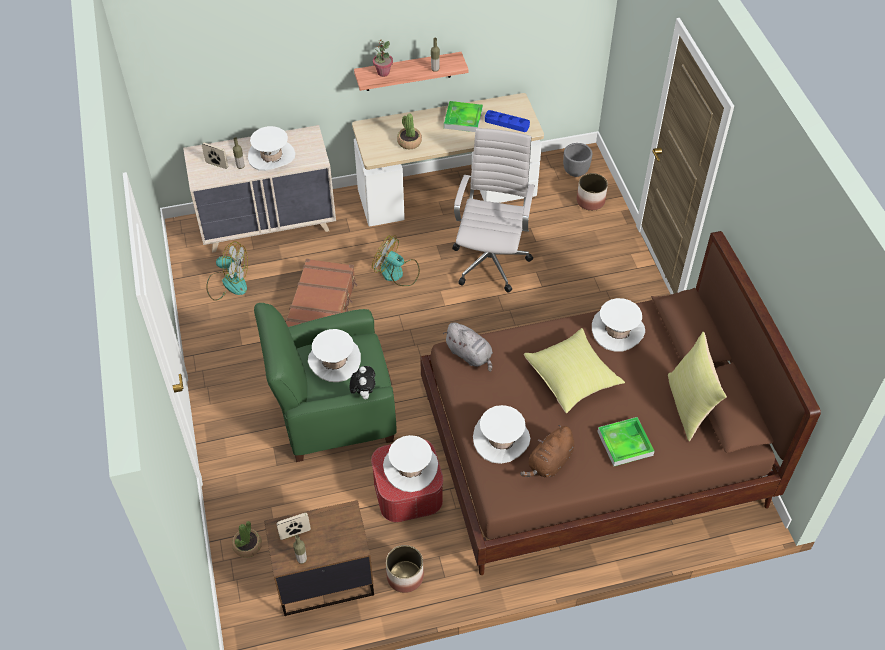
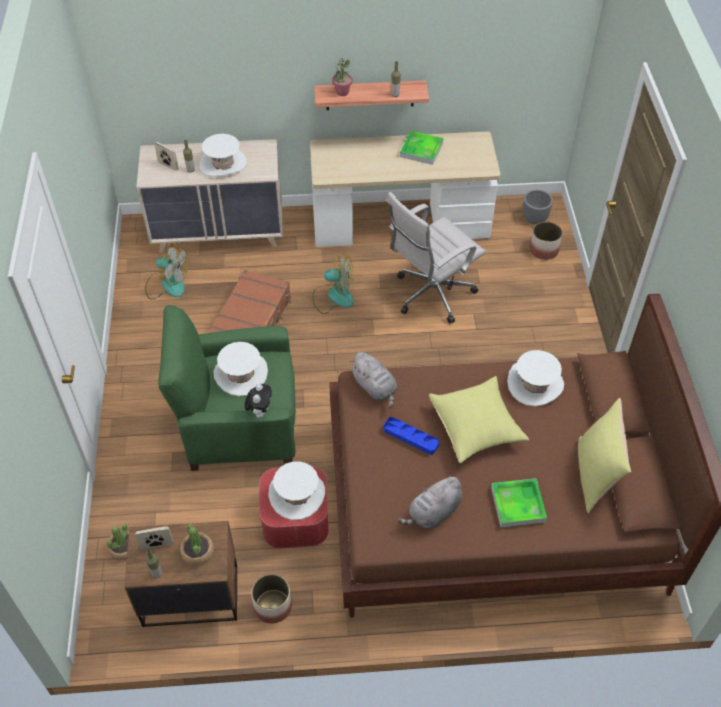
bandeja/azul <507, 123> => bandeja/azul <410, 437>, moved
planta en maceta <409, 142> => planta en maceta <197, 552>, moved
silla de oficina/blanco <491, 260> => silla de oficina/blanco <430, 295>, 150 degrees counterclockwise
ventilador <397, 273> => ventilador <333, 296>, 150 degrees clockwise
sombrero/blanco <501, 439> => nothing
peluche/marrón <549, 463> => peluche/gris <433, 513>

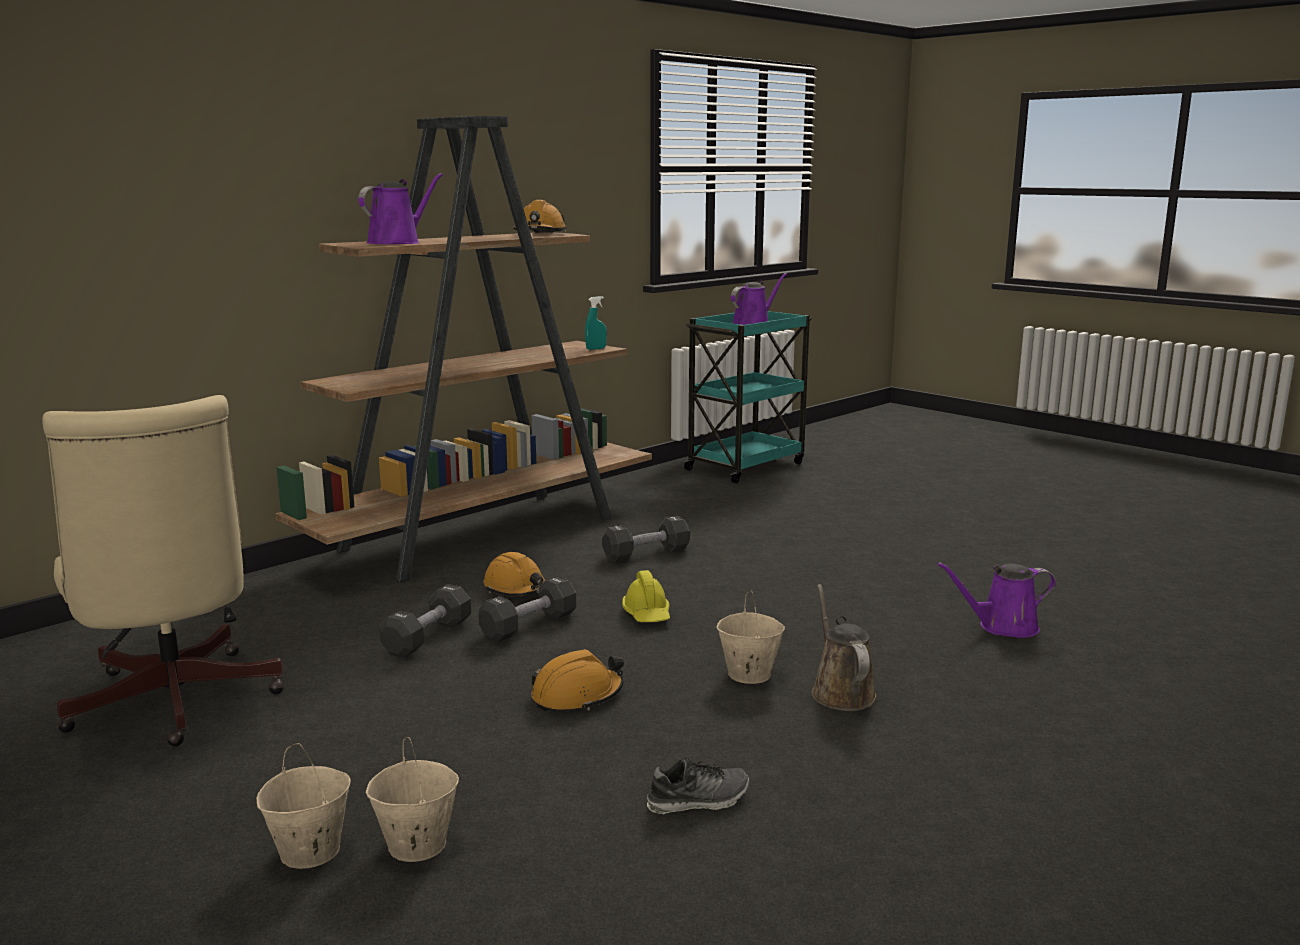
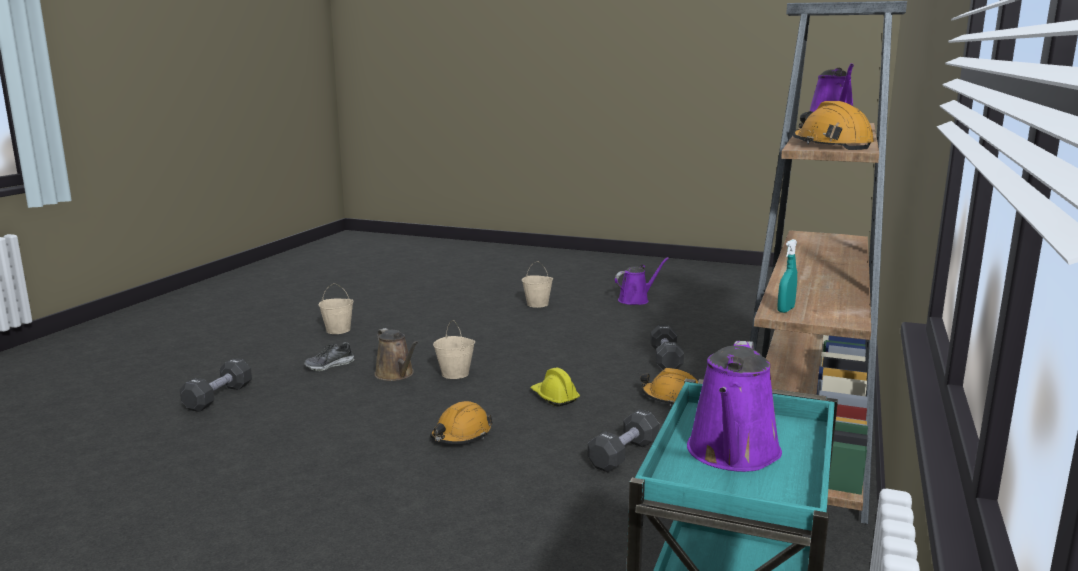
silla de oficina/beis <173, 705> => nothing
regadera/morado <1002, 627> => regadera/morado <636, 300>, moved
mancuerna/negro <529, 625> => mancuerna/negro <218, 397>, moved
casco/naranja <577, 696> => casco/naranja <461, 435>, moved
cubo/beis <309, 852> => cubo/beis <338, 330>, moved
zapato <698, 800> => zapato <329, 365>, moved

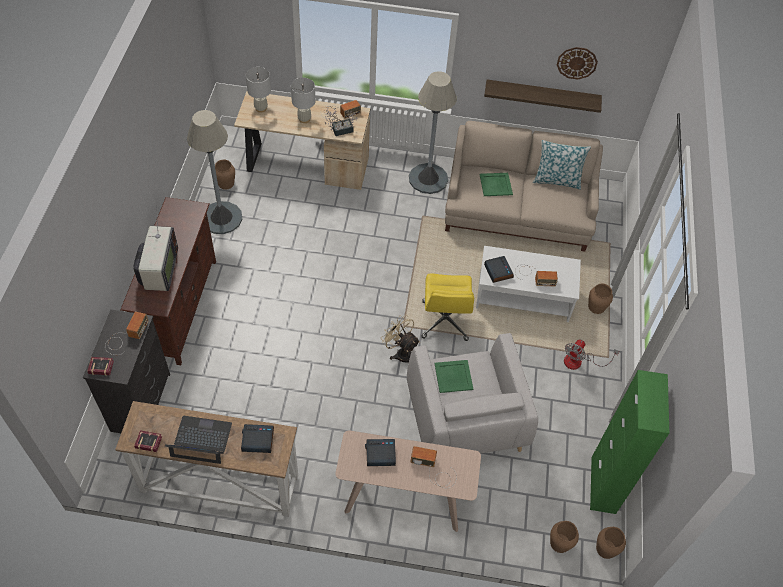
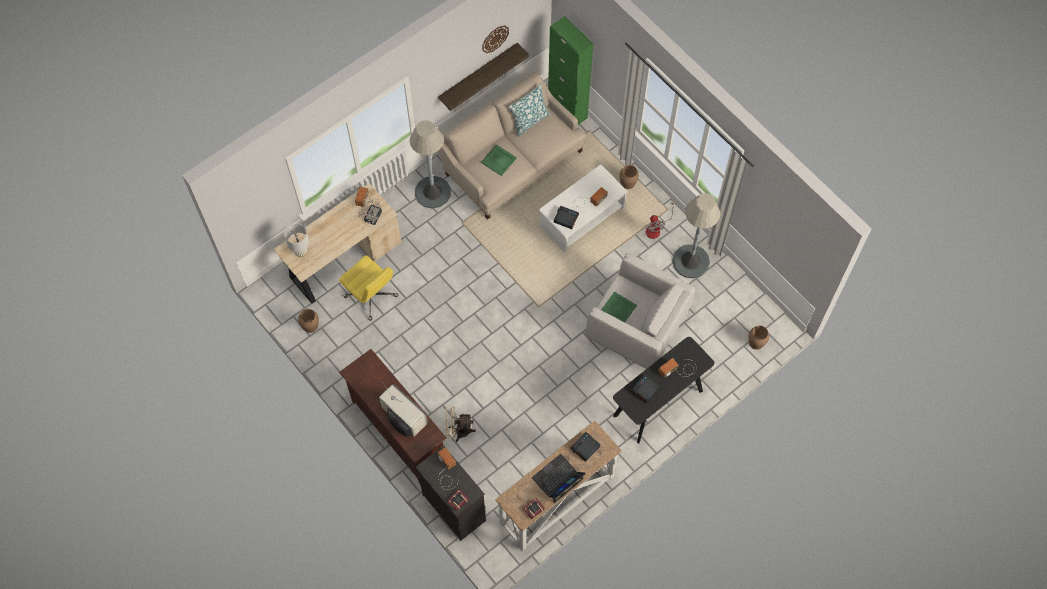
lámpara de mesa/blanco <304, 119> => nothing
lámpara de pie/gris <221, 218> => lámpara de pie/gris <690, 261>, moved
silla de oficina/amarillo <445, 321> => silla de oficina/amarillo <371, 296>, moved
ventilador/beis <401, 353> => ventilador/beis <458, 431>, moved
armario/verde <603, 485> => armario/verde <567, 110>, moved
mesa consola/beis <404, 499> => mesa consola/negro <658, 403>
florero/marrón <606, 549> => nothing

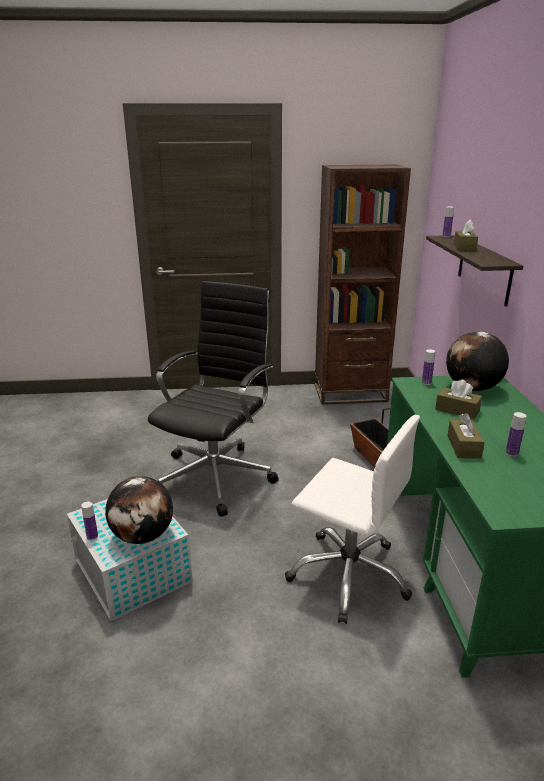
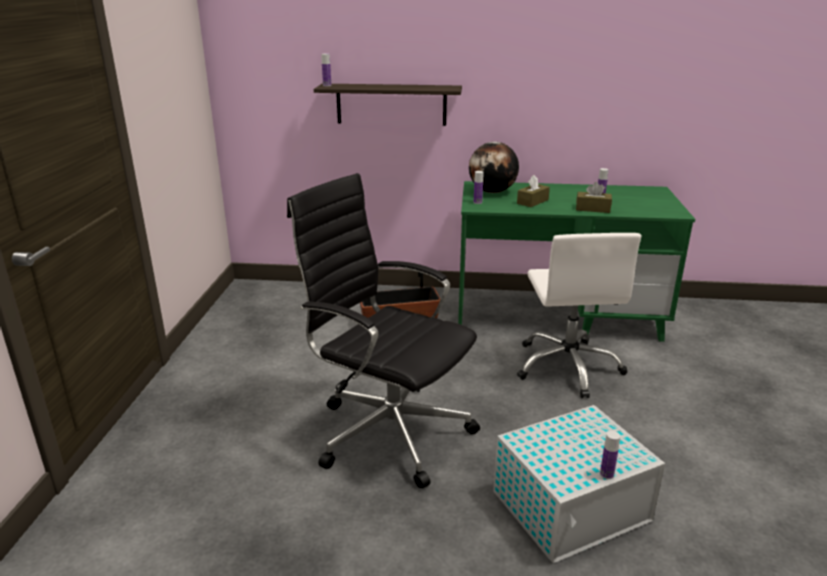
estantería/marrón <350, 393> => nothing
caja de pañuelos/marrón <464, 247> => nothing
silla de oficina/blanco <349, 574> => silla de oficina/blanco <568, 366>, 135 degrees clockwise
globo terráqueo <143, 536> => nothing

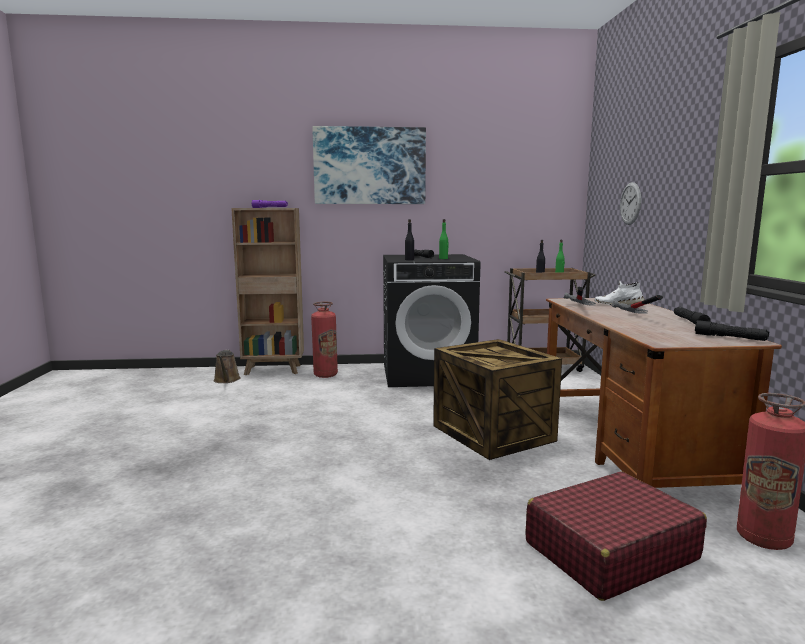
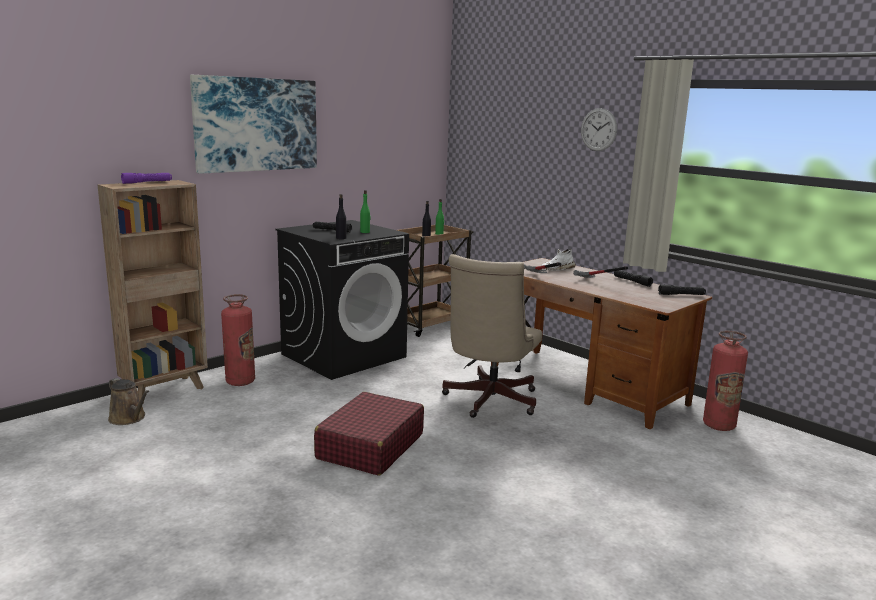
reloj de pared <630, 203> => reloj de pared <598, 129>, moved
caja de embalaje <491, 433> => silla de oficina/beis <488, 401>
maleta/rojo <610, 551> => maleta/rojo <370, 446>, moved

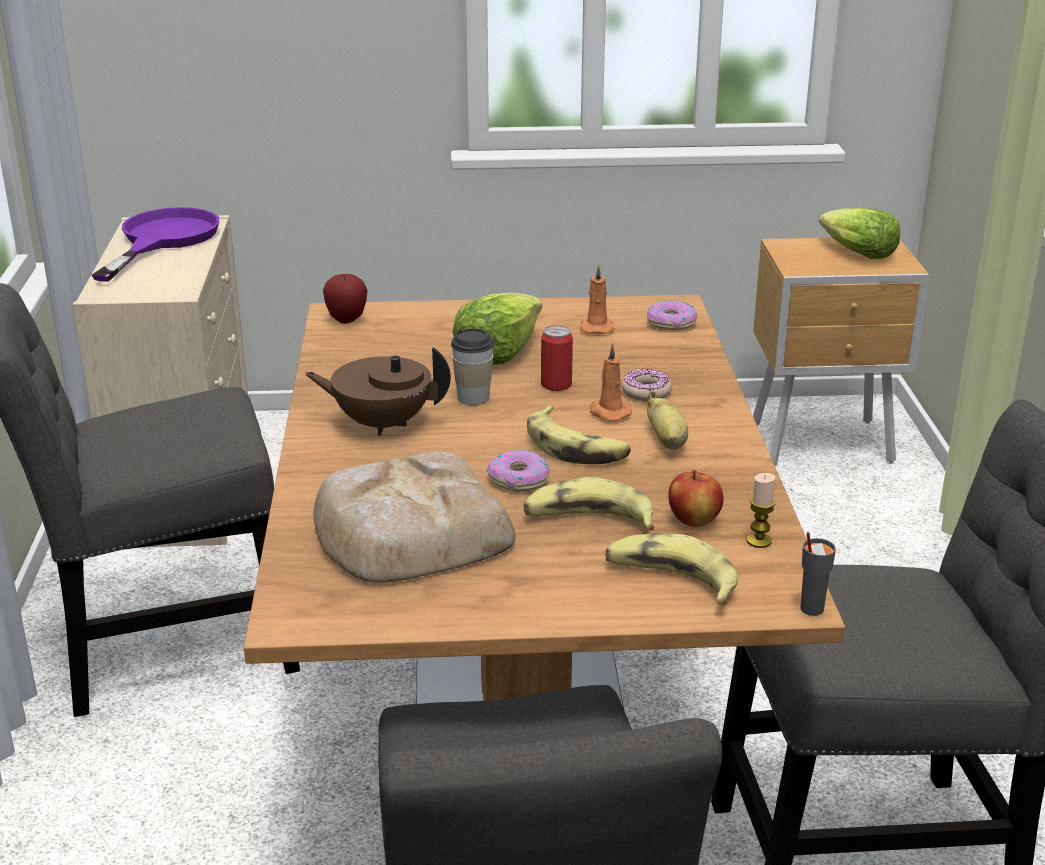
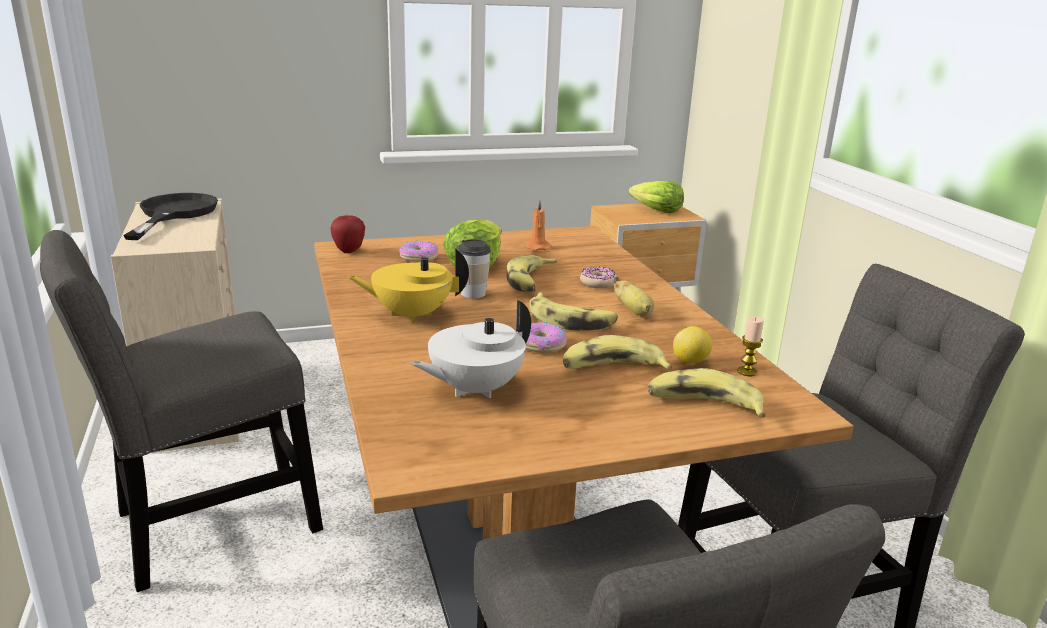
sartén/morado <162, 240> => sartén/negro <173, 214>
rosquilla <671, 323> => rosquilla <418, 257>, moved
lata <556, 384> => plátano <530, 282>
vela/naranja <608, 412> => nothing
tetera/marrón <382, 423> => tetera/amarillo <411, 315>
pan <408, 532> => tetera/blanco <474, 389>
manzana <694, 520> => limón <690, 362>
taza/gris <811, 609> => nothing

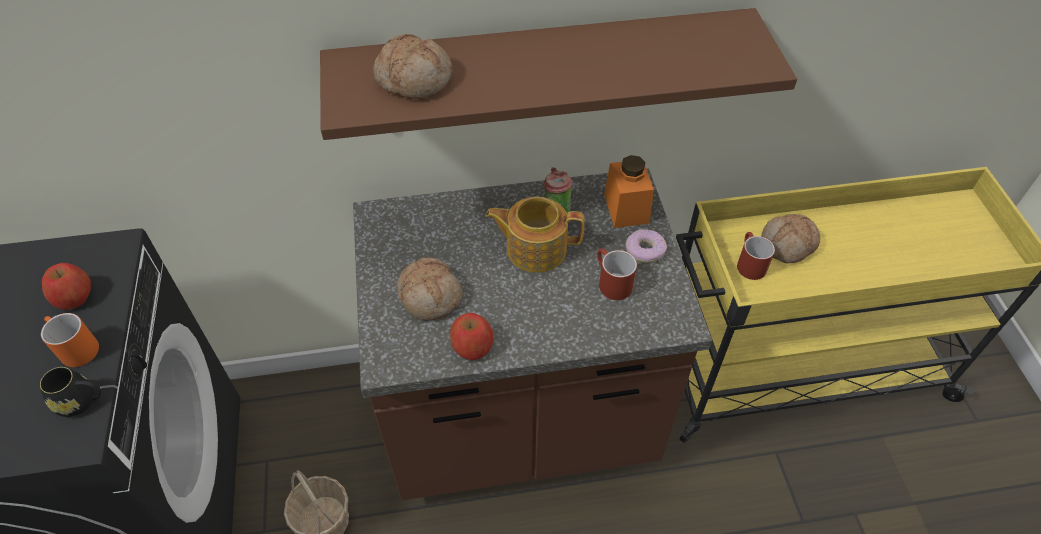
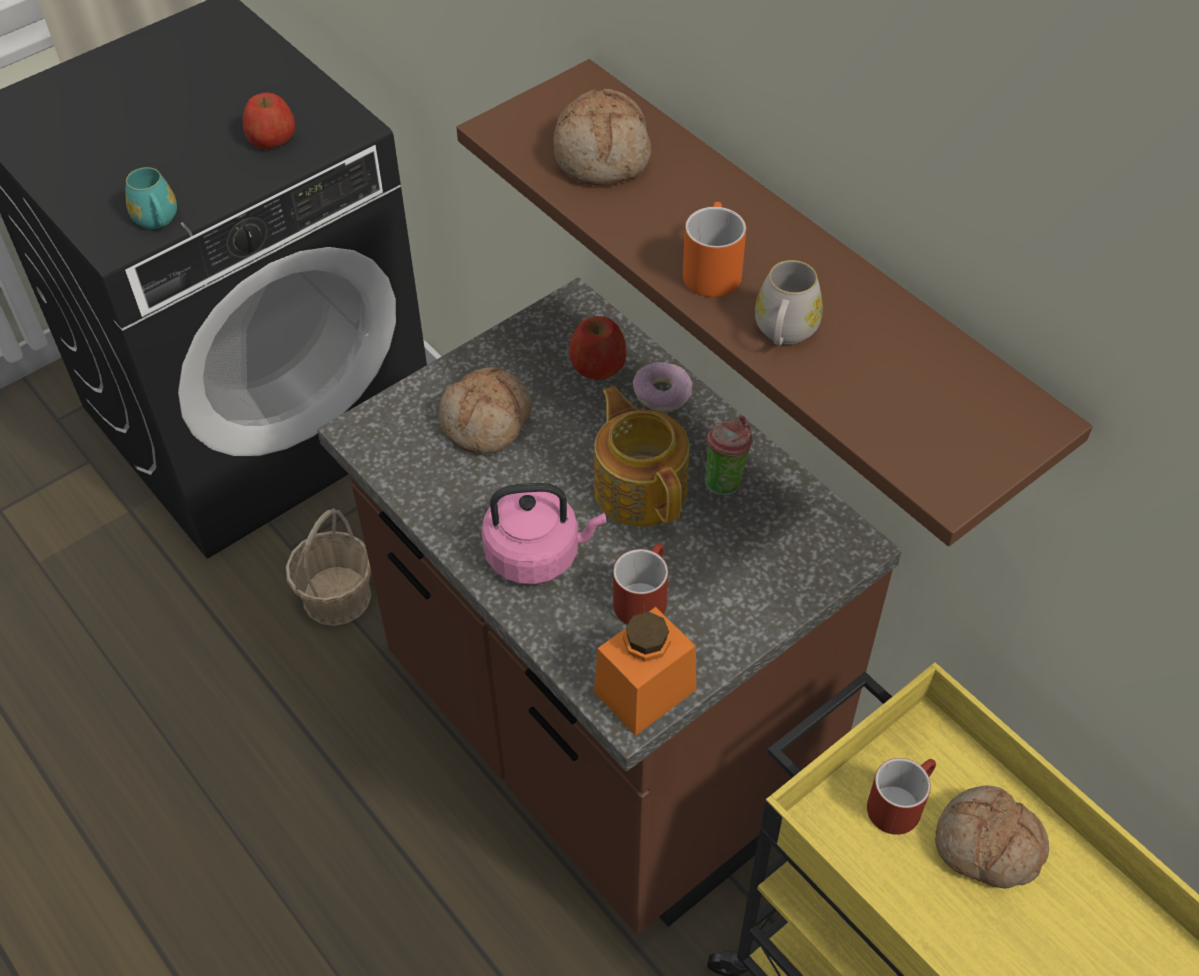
tarro/naranja <626, 209> => tarro/naranja <645, 691>, moved
rosquilla <644, 250> => rosquilla <662, 393>, moved
taza grande/naranja <74, 348> => taza grande/naranja <710, 268>, moved
manzana <472, 345> => manzana <598, 364>, moved
taza grande/negro <82, 401> => taza grande/turquesa <158, 220>
nothing => taza grande/blanco <784, 332>
nothing => hervidor/rosa <538, 554>

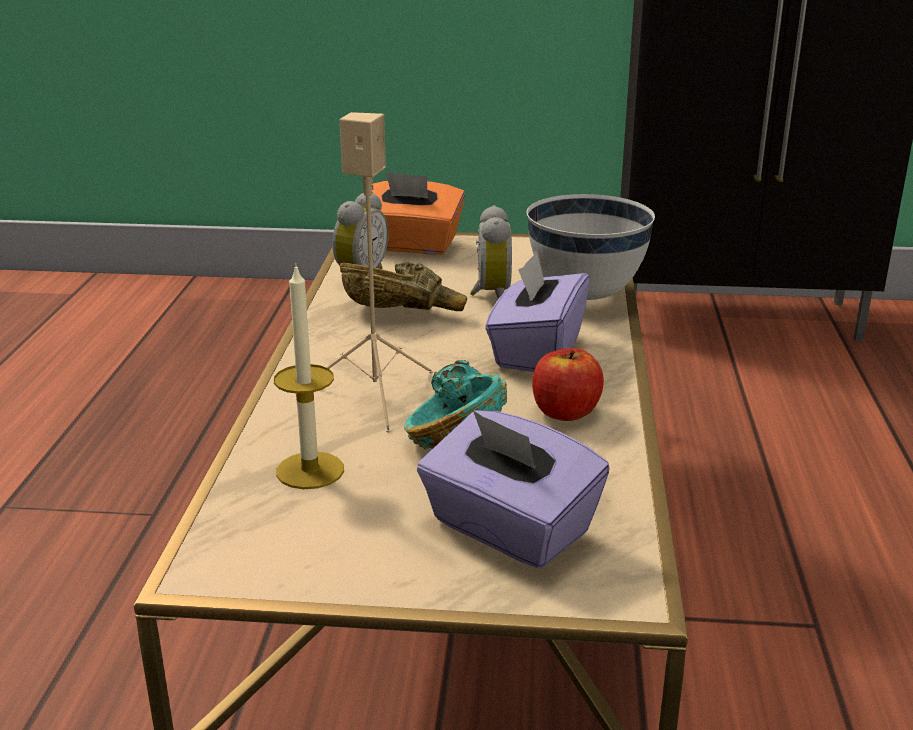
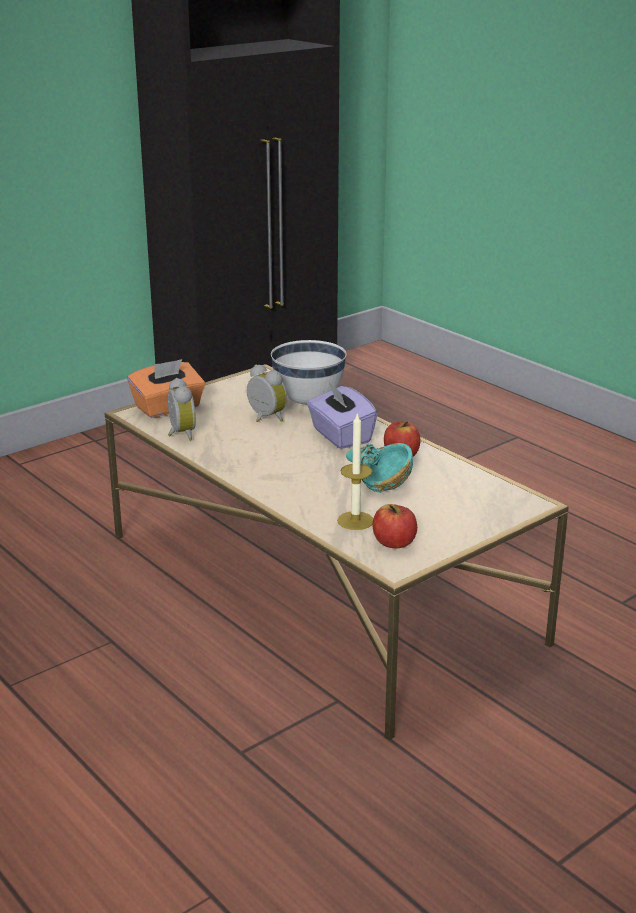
altavoz/beis <376, 394> => nothing
cuenco/marrón <404, 311> => nothing
caja de pañuelos/morado <508, 529> => nothing
nothing => manzana <394, 543>

